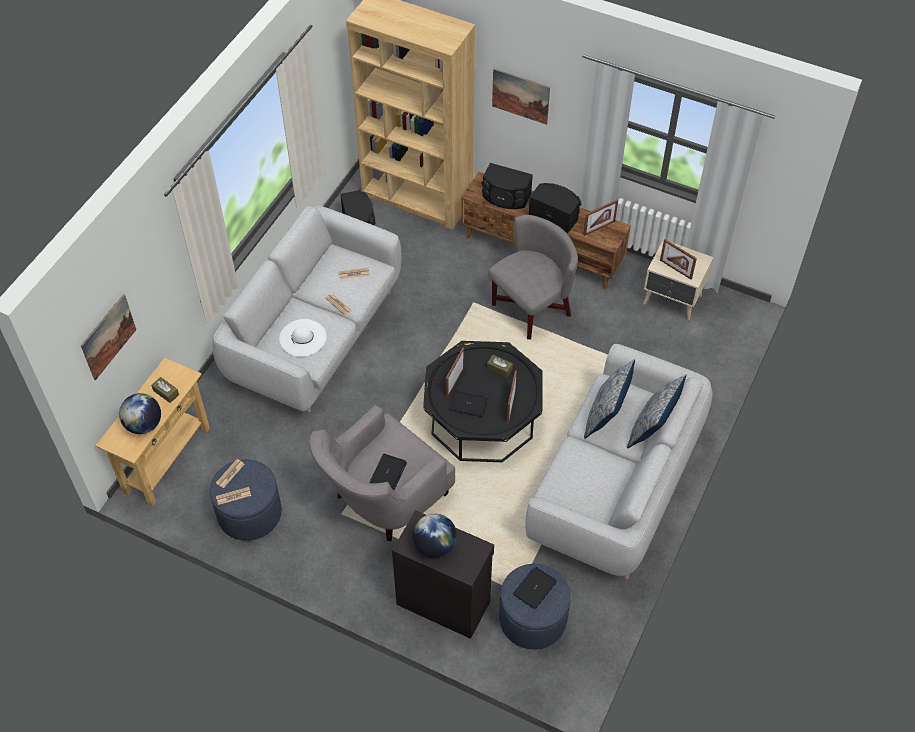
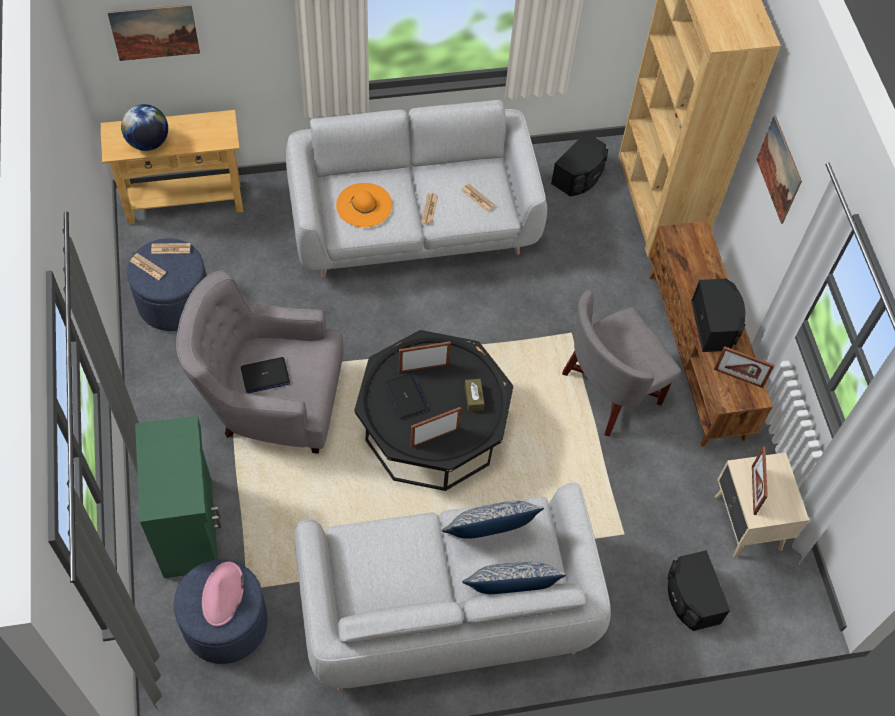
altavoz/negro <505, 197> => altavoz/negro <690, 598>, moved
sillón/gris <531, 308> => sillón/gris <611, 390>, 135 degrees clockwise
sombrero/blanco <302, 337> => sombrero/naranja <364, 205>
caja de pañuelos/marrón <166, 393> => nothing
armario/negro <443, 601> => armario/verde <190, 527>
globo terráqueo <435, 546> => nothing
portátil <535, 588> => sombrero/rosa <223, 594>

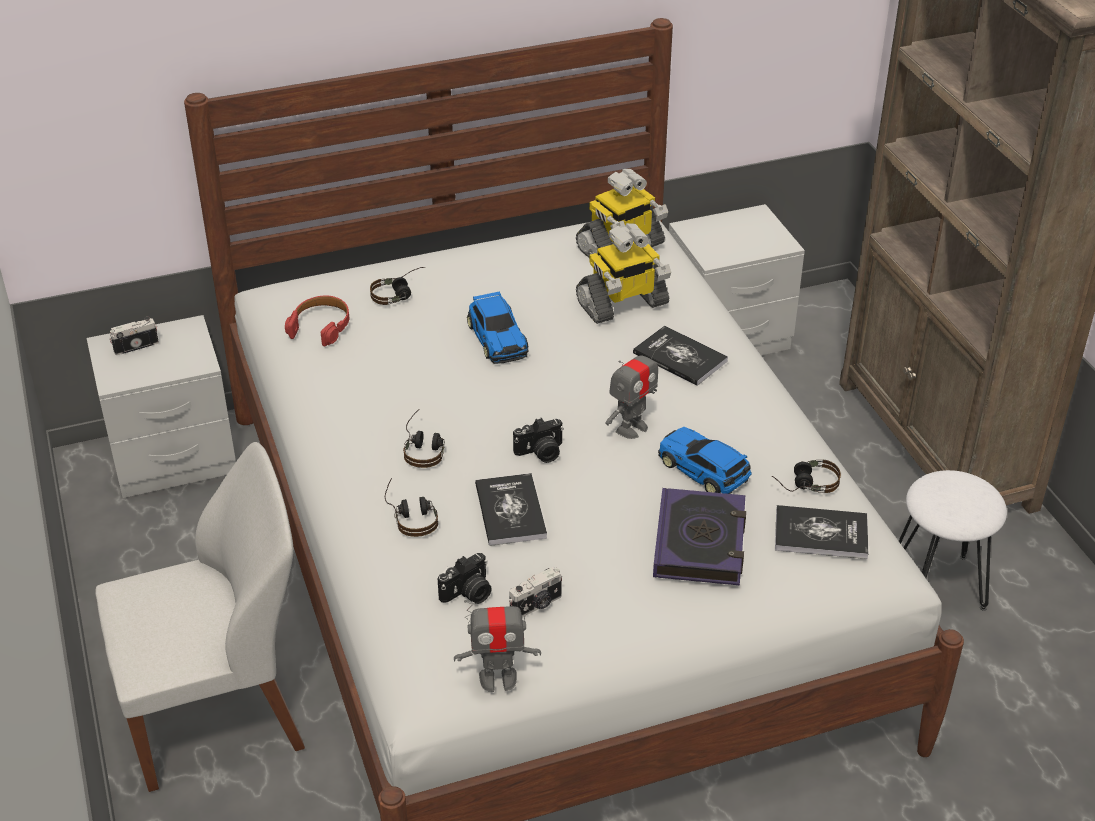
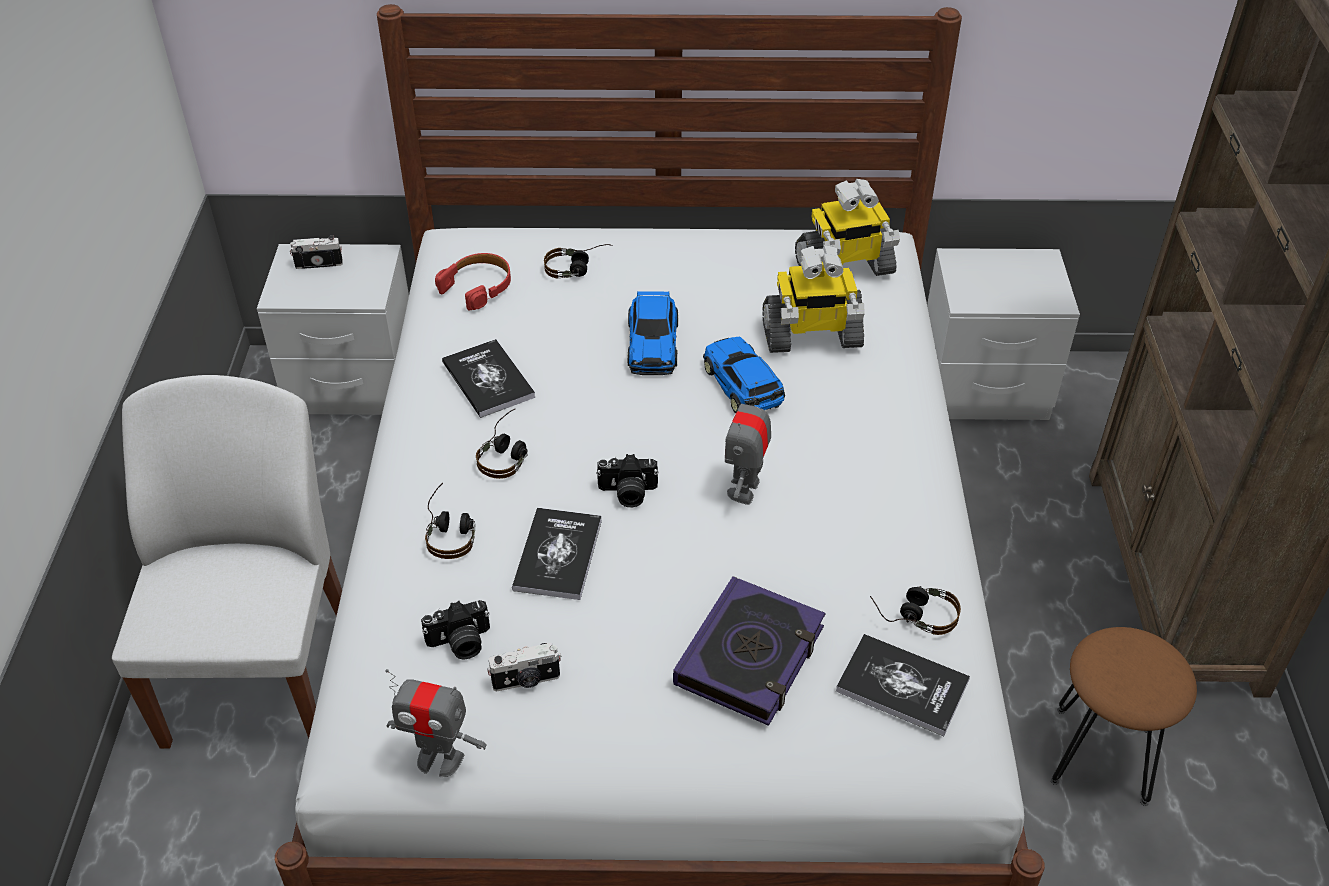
libro <680, 357> => libro <488, 380>, moved
robot de juguete <631, 428> => robot de juguete <744, 489>, 135 degrees clockwise
coche de juguete <704, 471> => coche de juguete <743, 386>, moved
silla/blanco <220, 714> => silla/blanco <261, 673>, 90 degrees counterclockwise
taburete/blanco <939, 584> => taburete/marrón <1103, 755>

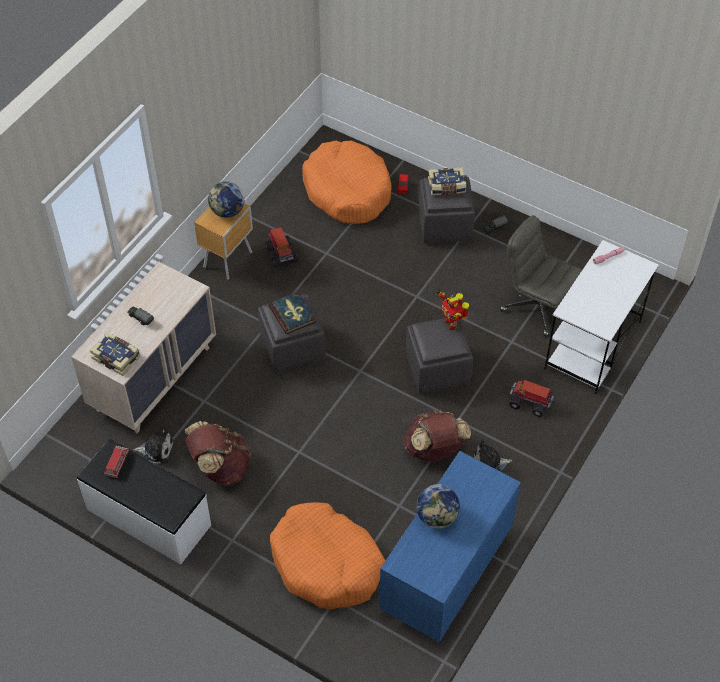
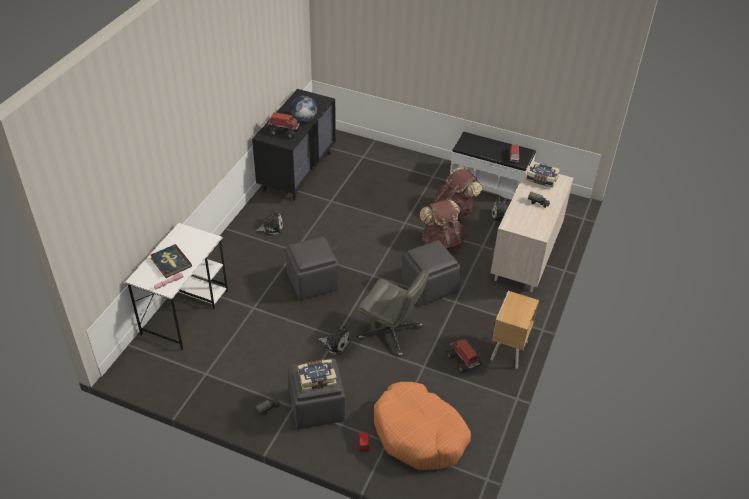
globo terráqueo <227, 211> => nothing
silla de oficina/gris <537, 306> => silla de oficina/gris <391, 333>, moved
robot de juguete <451, 323> => nothing
libro <292, 314> => libro <171, 262>, moved
camión de juguete <530, 403> => camión de juguete <284, 132>, moved
mochila/marrón <434, 450> => mochila/marrón <442, 243>, moved
cómoda/azul <446, 575> => cómoda/negro <297, 171>
cama para perro/naranja <326, 563> => nothing
nothing => peluche <335, 343>

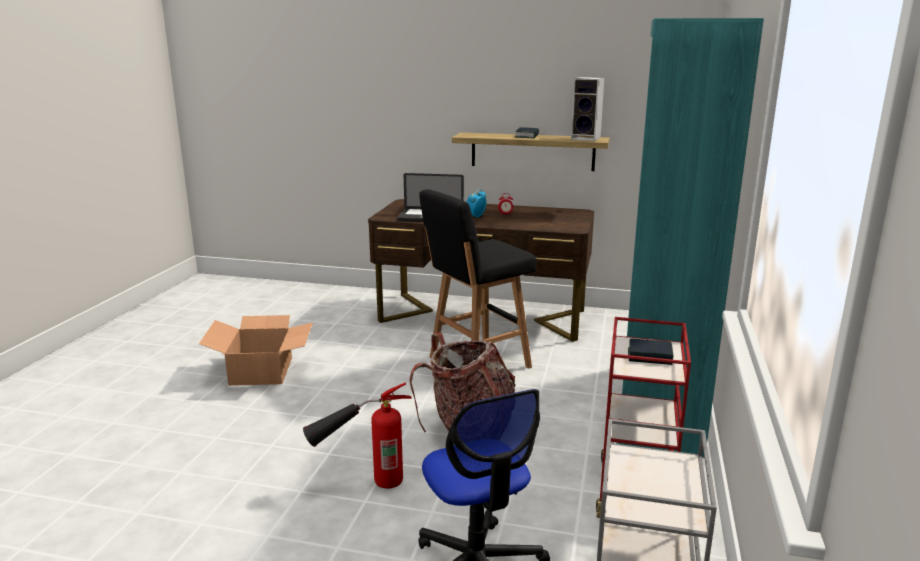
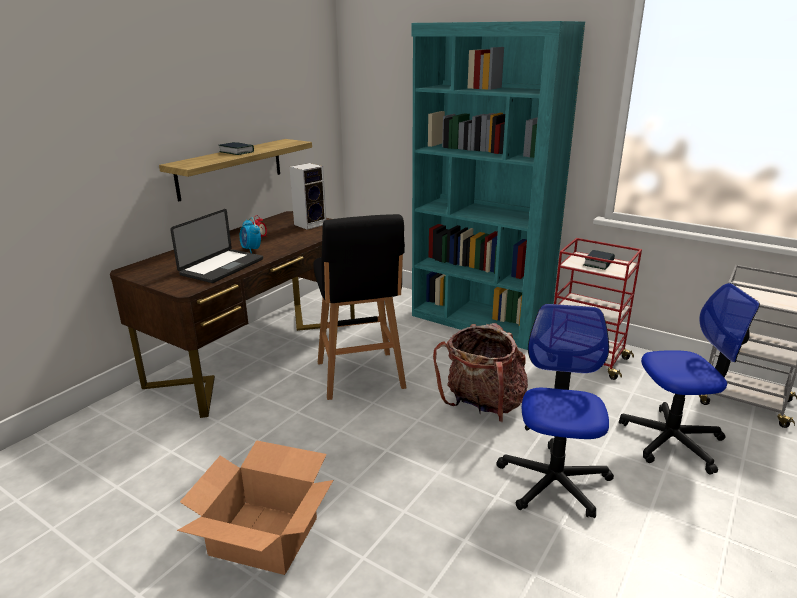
altavoz <587, 138> => altavoz <311, 224>, moved
extintor <361, 483> => silla de oficina <554, 481>

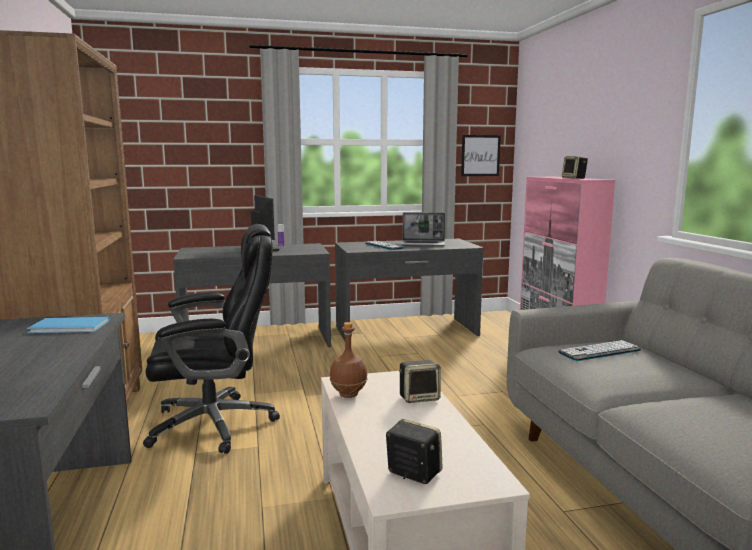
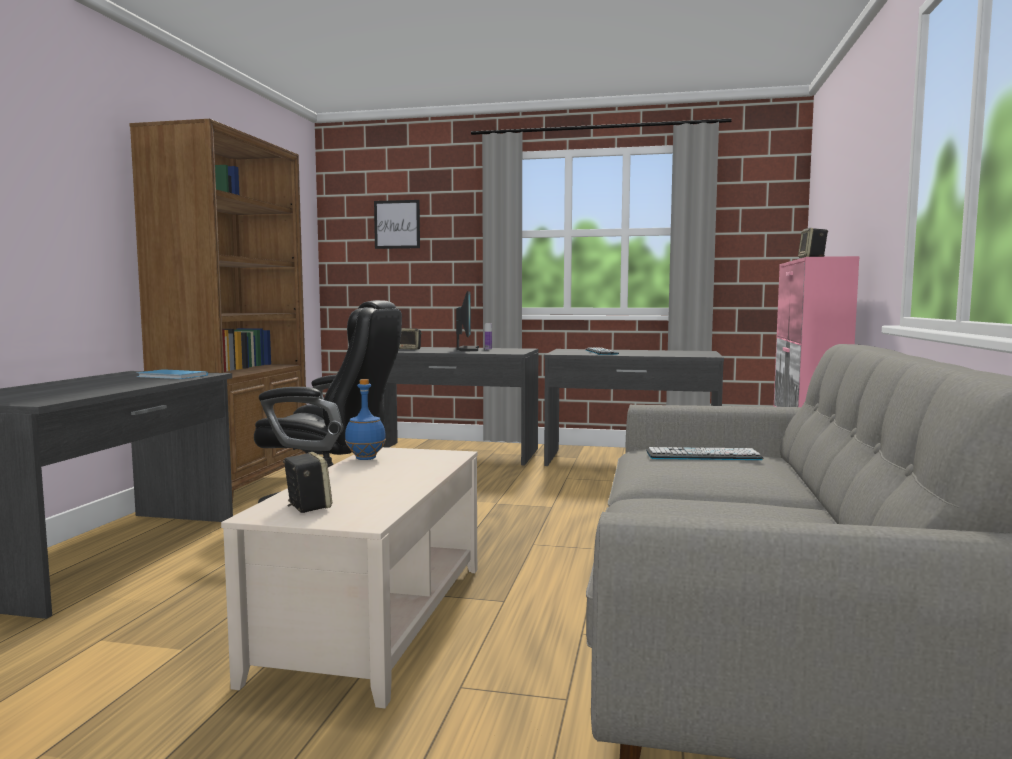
cuadro <480, 155> => cuadro <397, 224>, moved
portátil <423, 244> => nothing
botella/marrón <348, 395> => botella/azul <365, 458>
altavoz <419, 398> => altavoz <410, 349>, moved

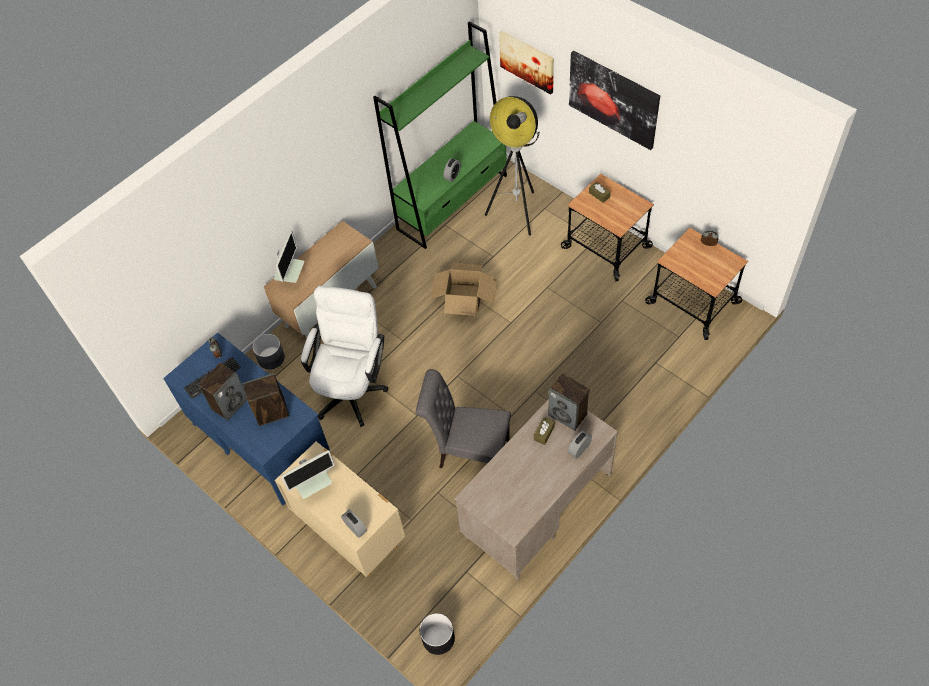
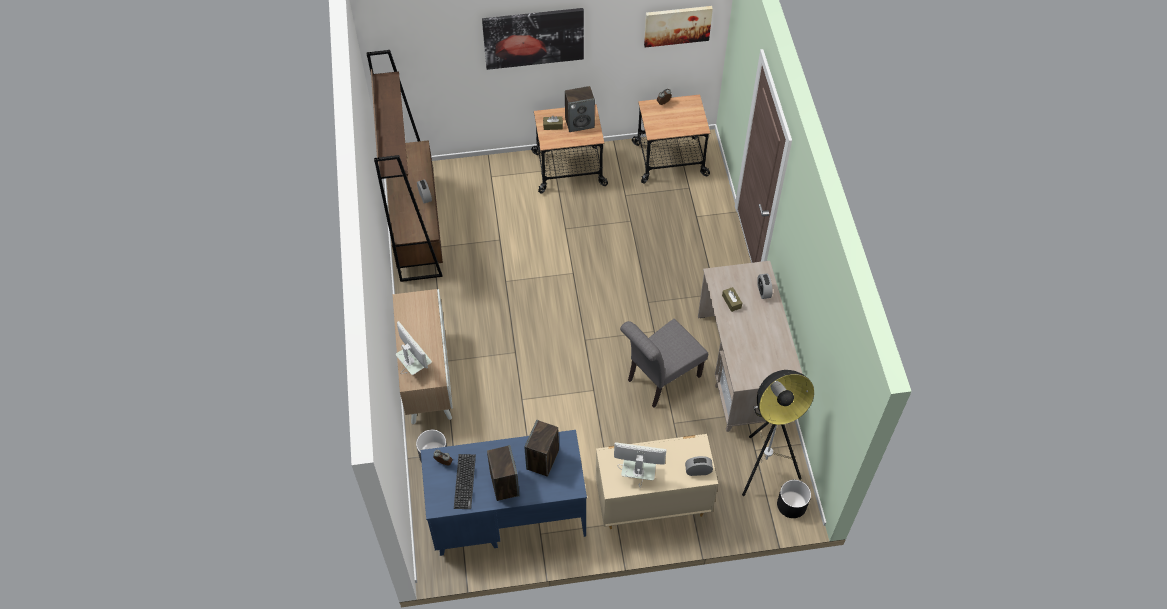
estantería/verde <452, 202> => estantería/marrón <416, 226>
cuadro <527, 61> => cuadro <677, 25>, moved
lámpara de pie <517, 213> => lámpara de pie <763, 468>, moved
caja de cartón <465, 298> => nothing
silla de oficina/blanco <353, 387> => nothing
altavoz <568, 414> => altavoz <579, 123>, moved
monitor <315, 487> => monitor <637, 475>, 90 degrees counterclockwise

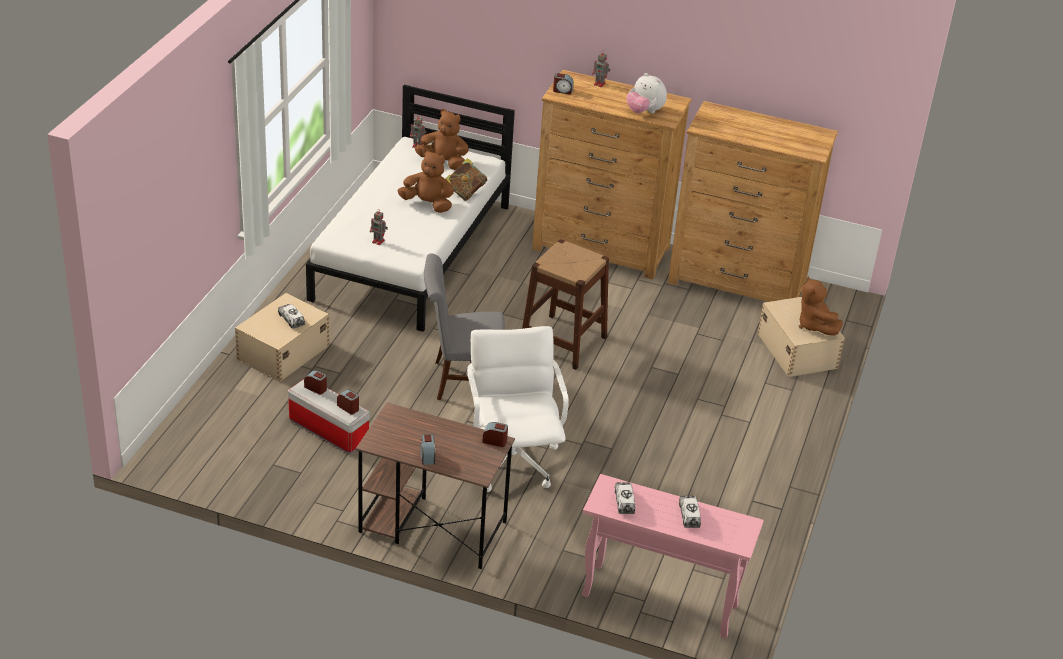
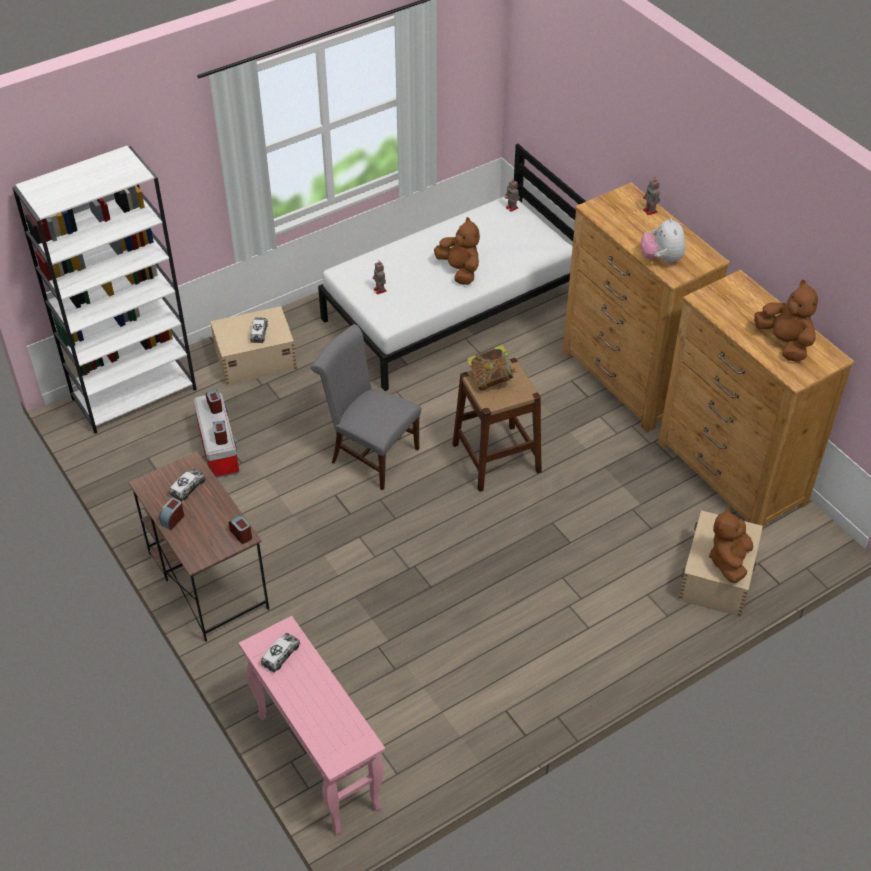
despertador <562, 91> => nothing
peluche/marrón <443, 162> => peluche/marrón <784, 343>, moved
libro <465, 192> => libro <491, 380>, moved
silla de oficina/blanco <511, 460> => nothing
camión de juguete <689, 515> => camión de juguete <188, 488>, moved
nothing => estantería/blanco <135, 394>

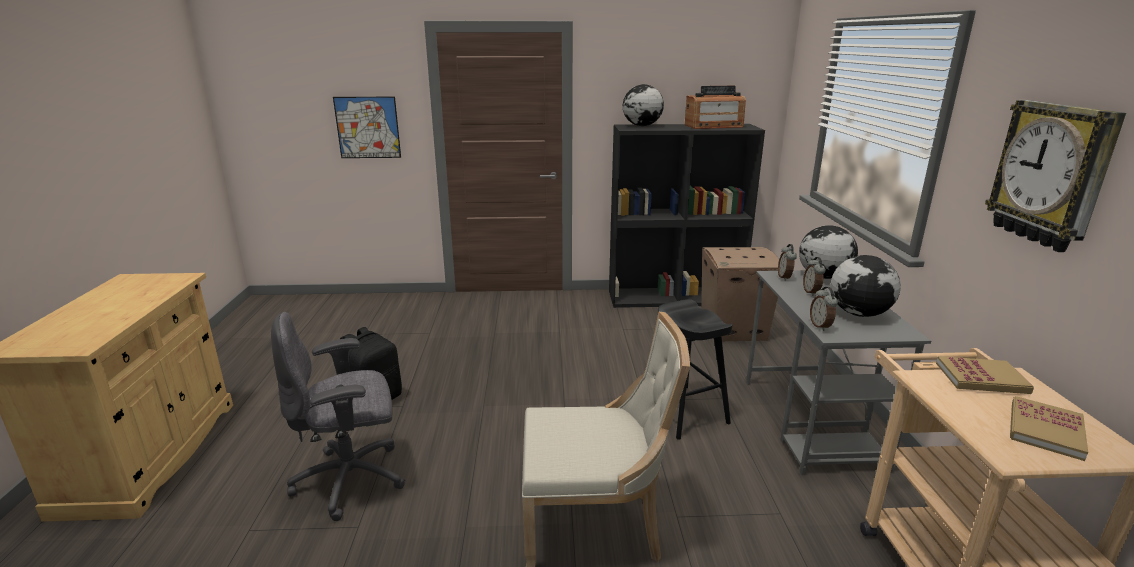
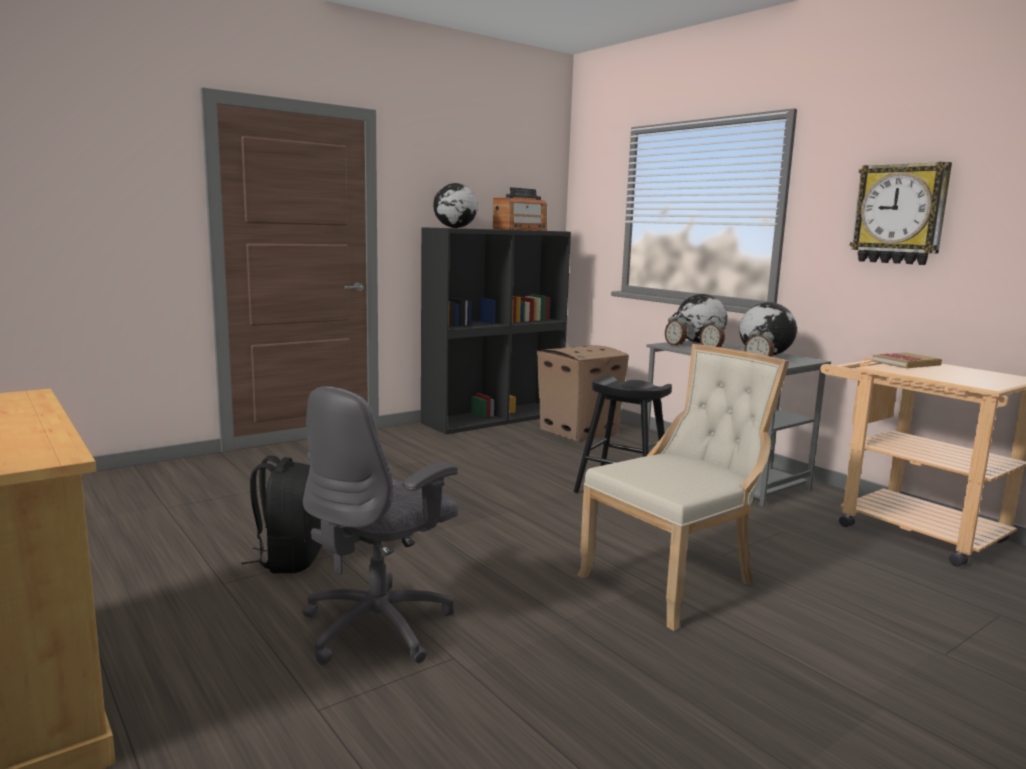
cuadro <367, 127> => nothing
libro <1045, 430> => nothing

